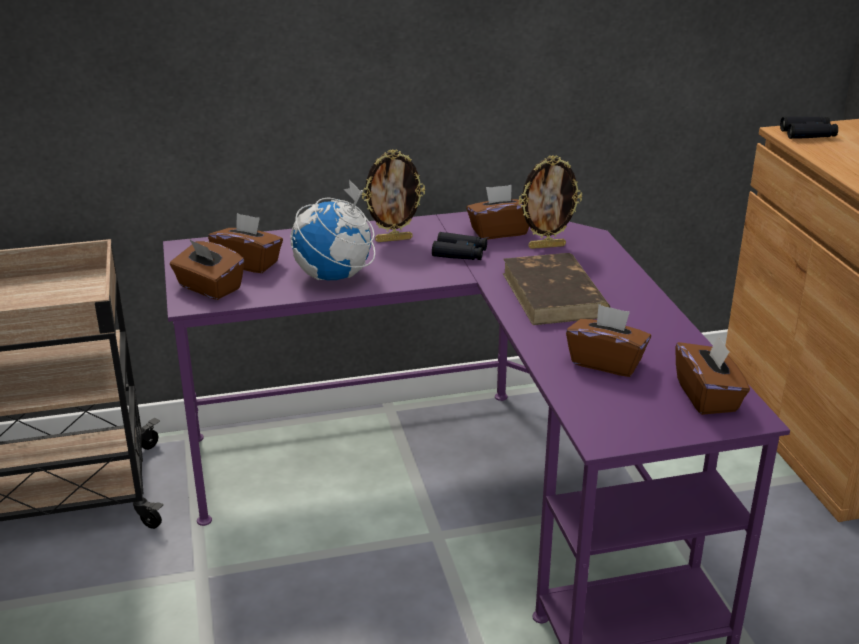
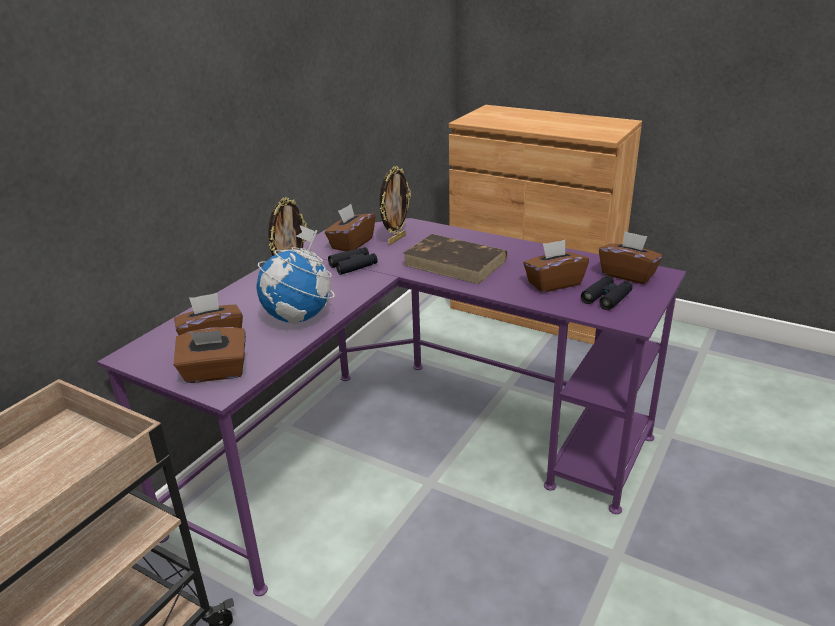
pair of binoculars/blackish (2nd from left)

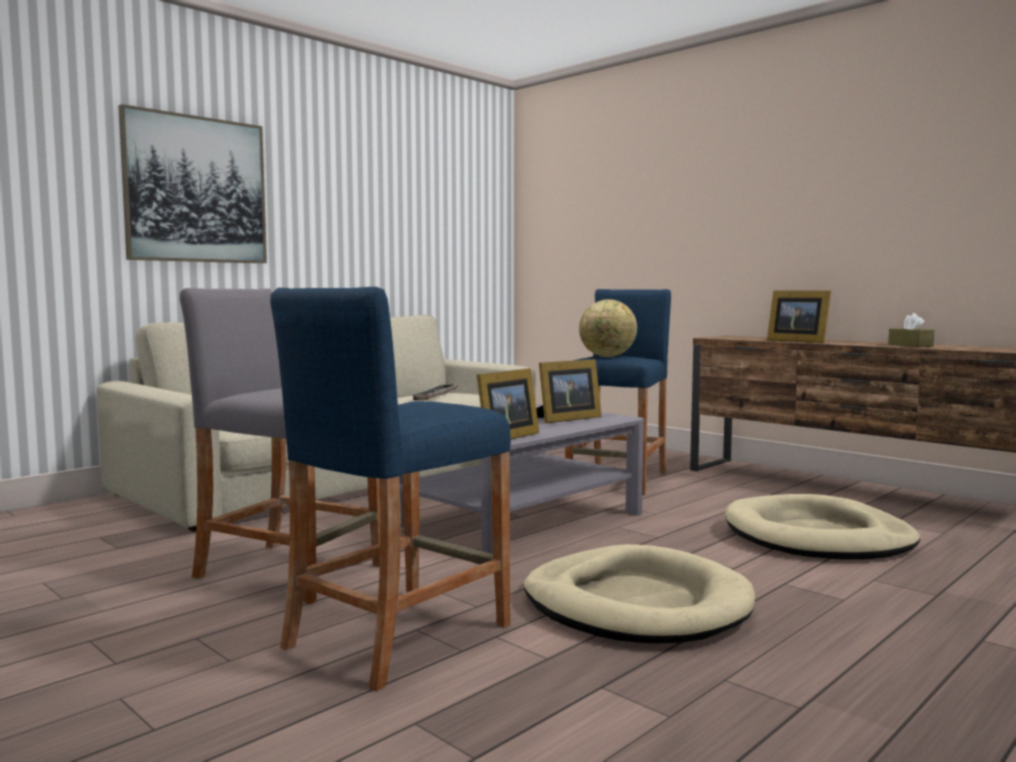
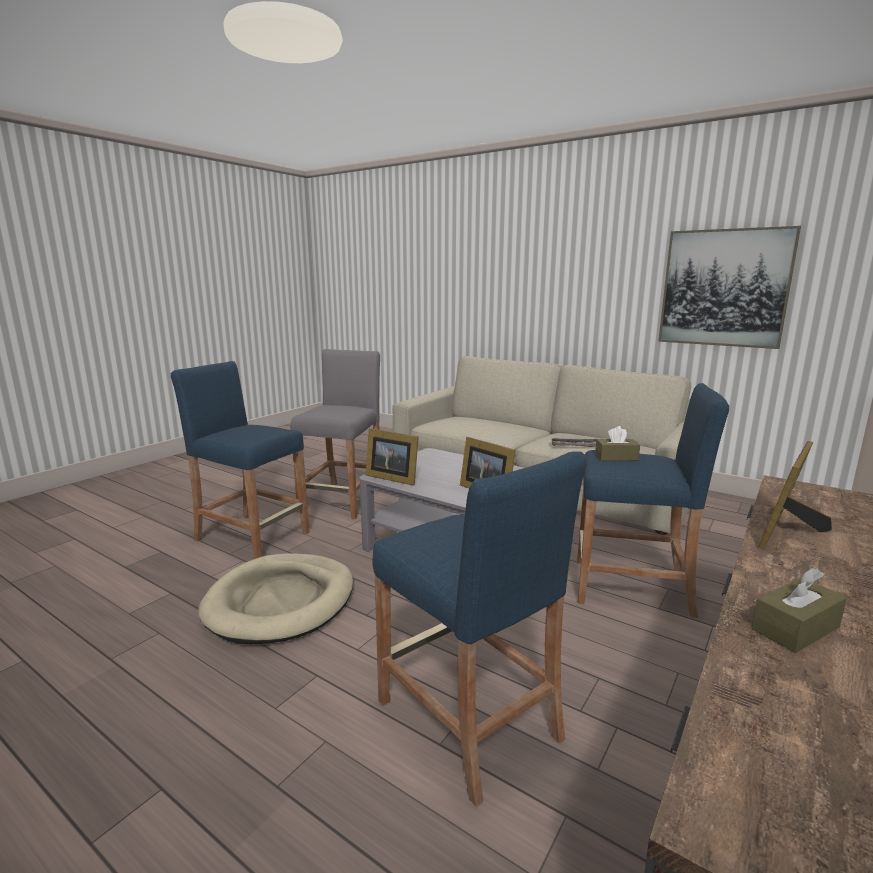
stool seat/blue (2nd from left); box of tissues/brown-coloured (1st from left); wall picture

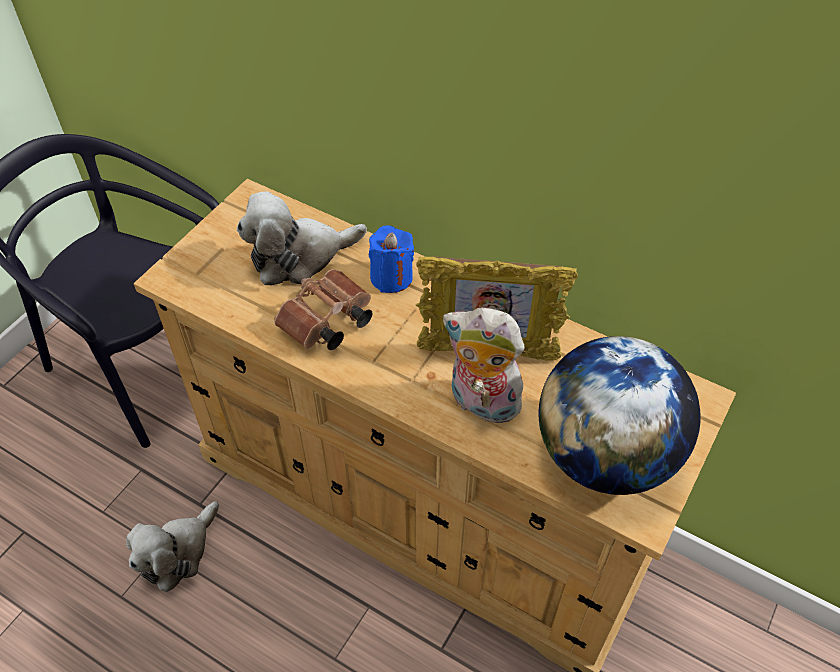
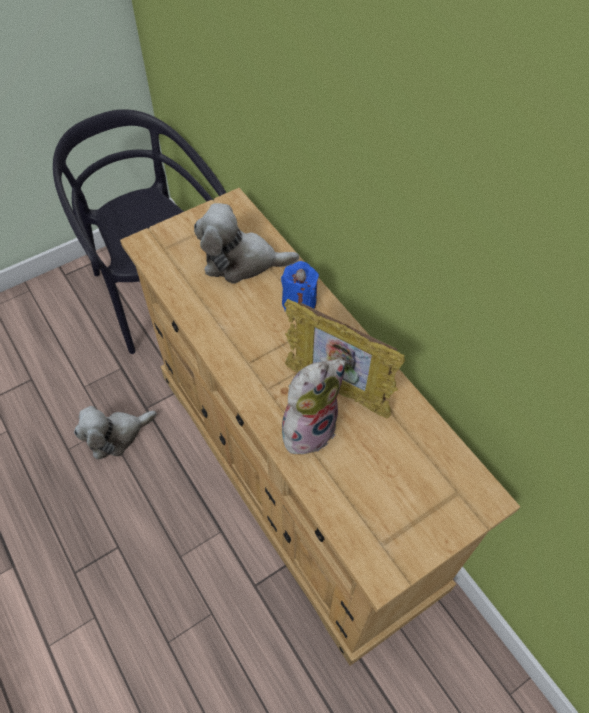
plush toy (3rd from left); pair of binoculars/brown-coloured; globe

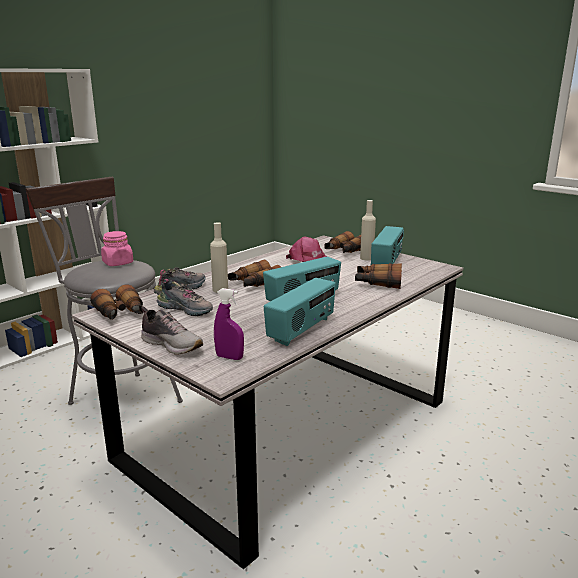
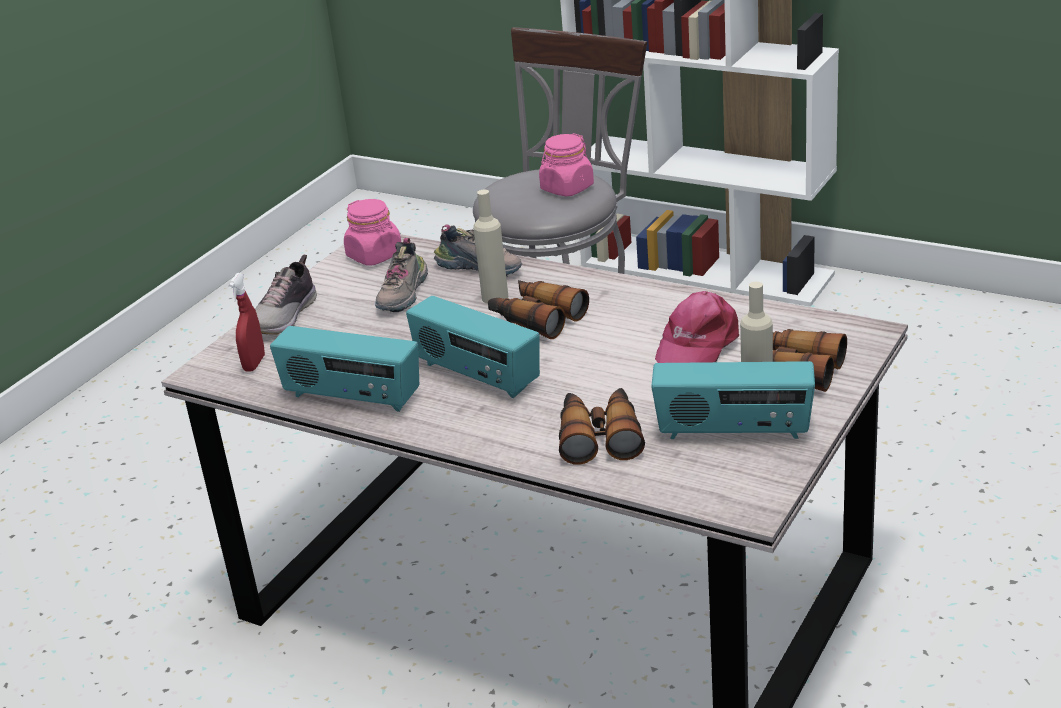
spray bottle/red-coloured; storage jar/pink (1st from left)

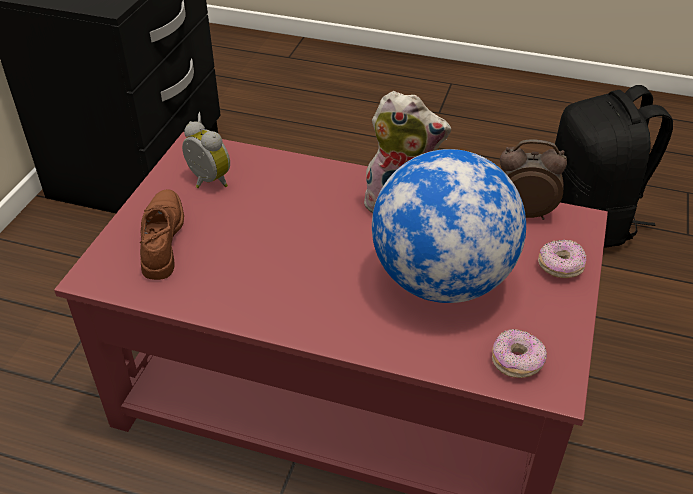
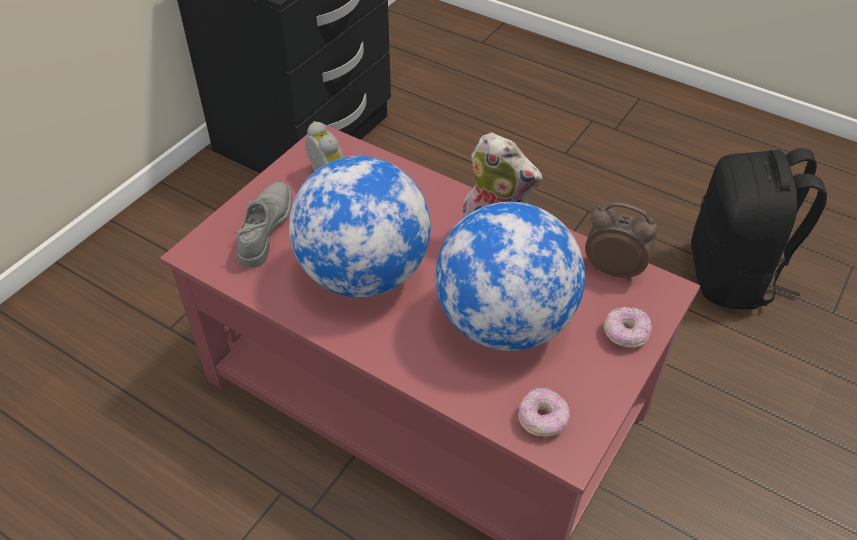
item of footwear/grey; globe (1st from left)

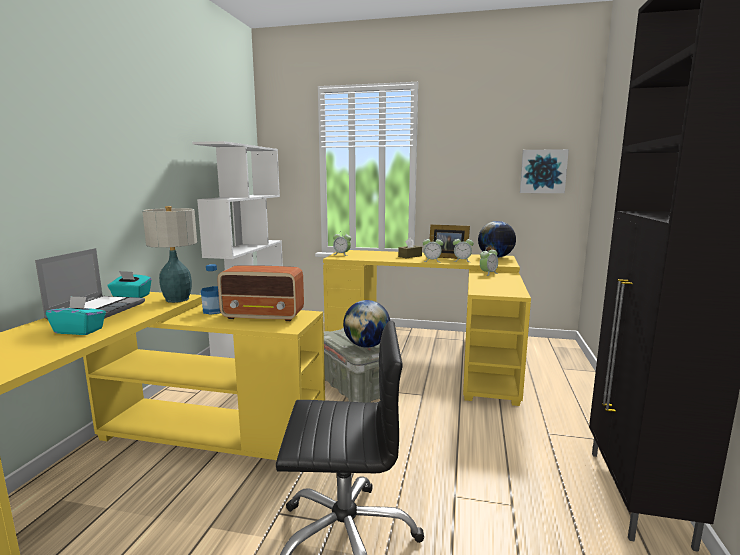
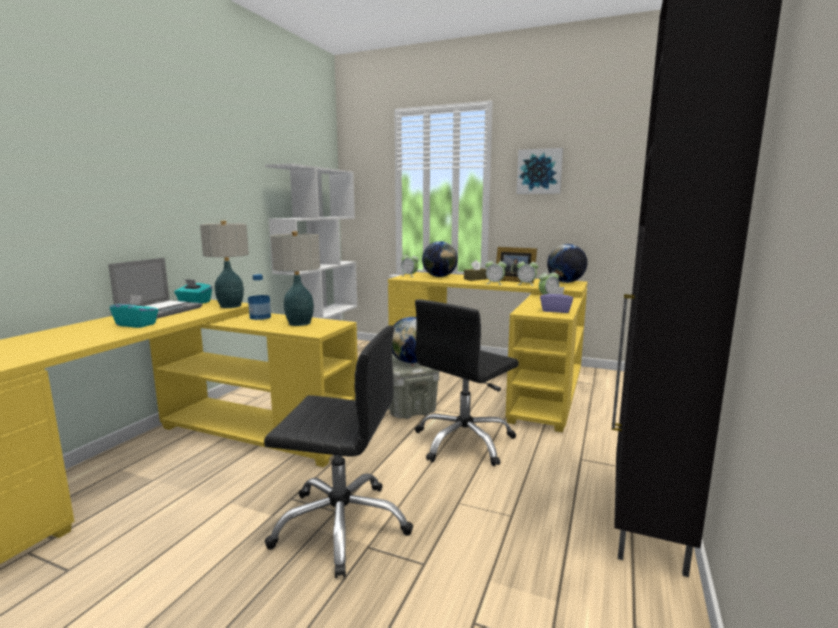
lamp for a table (2nd from left); computer chair/blackish (2nd from left); globe (2nd from left); wall picture; box of tissues/purplish

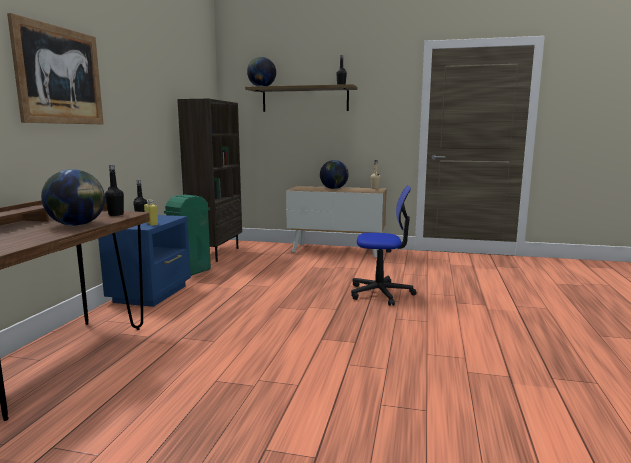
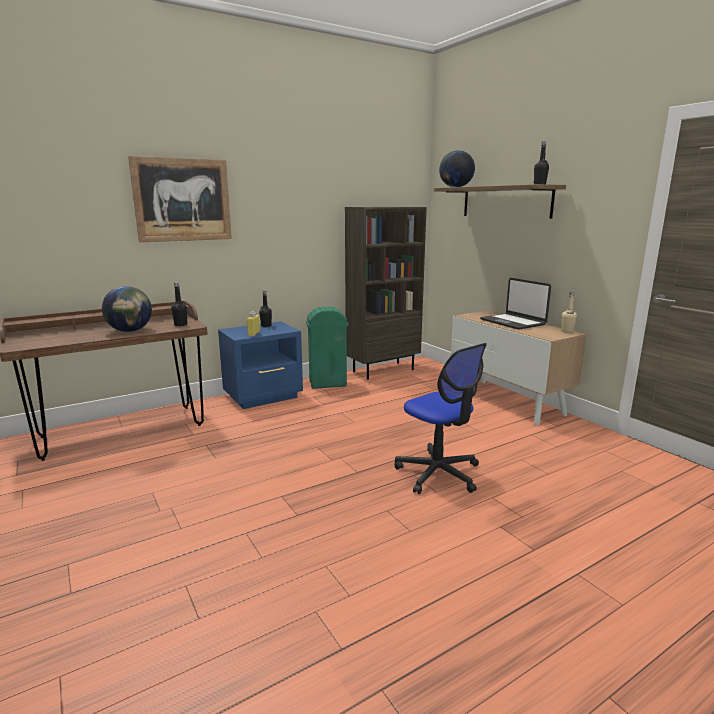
laptop

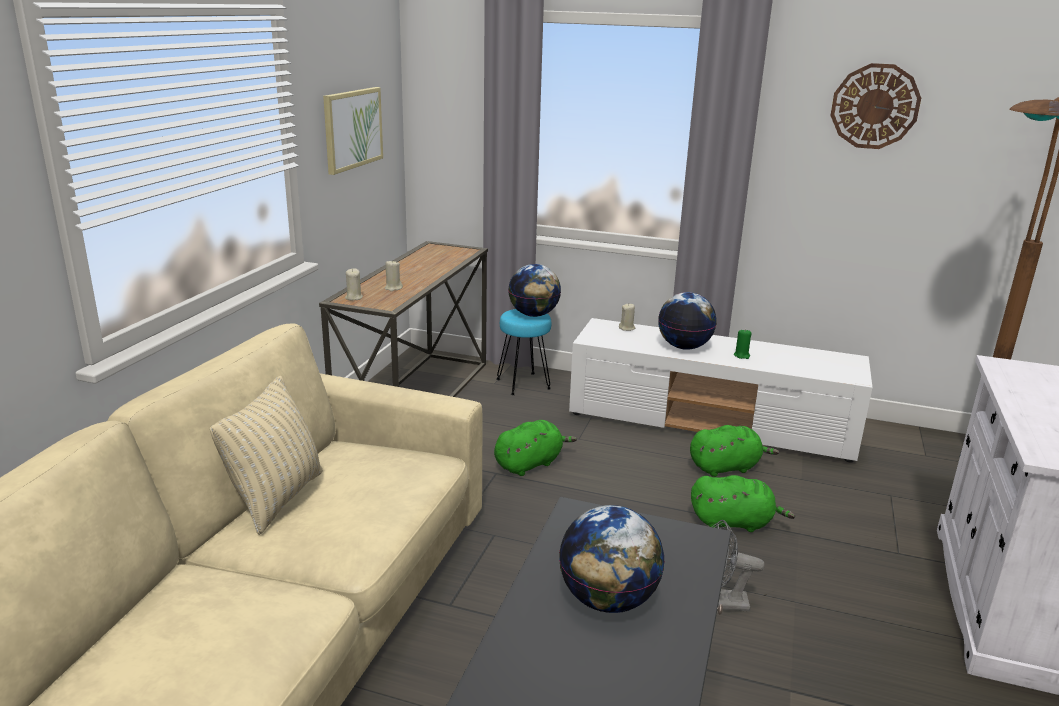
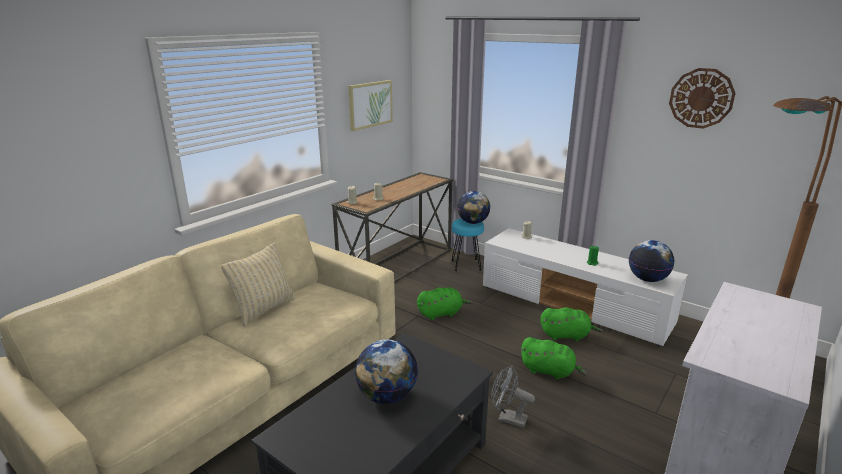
globe (3rd from left)

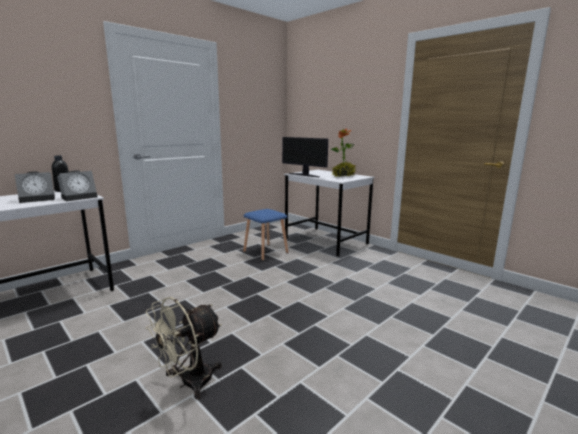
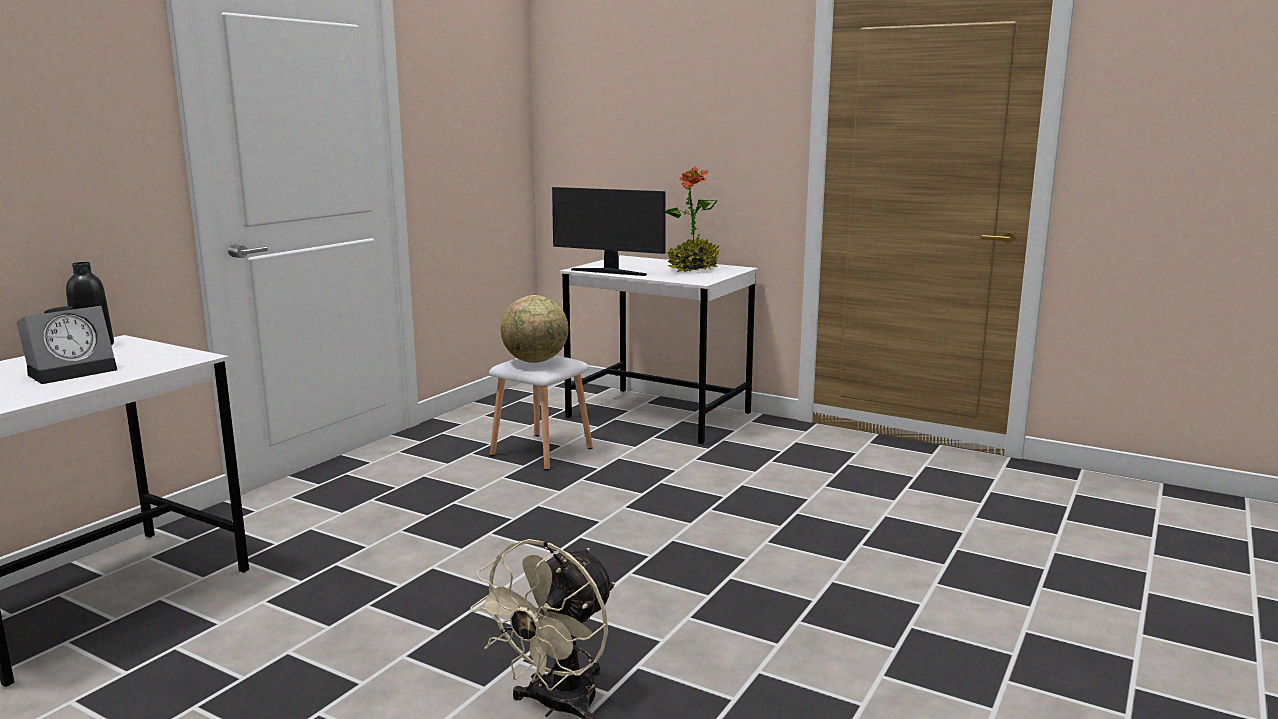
stool seat/white; globe; alarm clock (2nd from left in the first image)

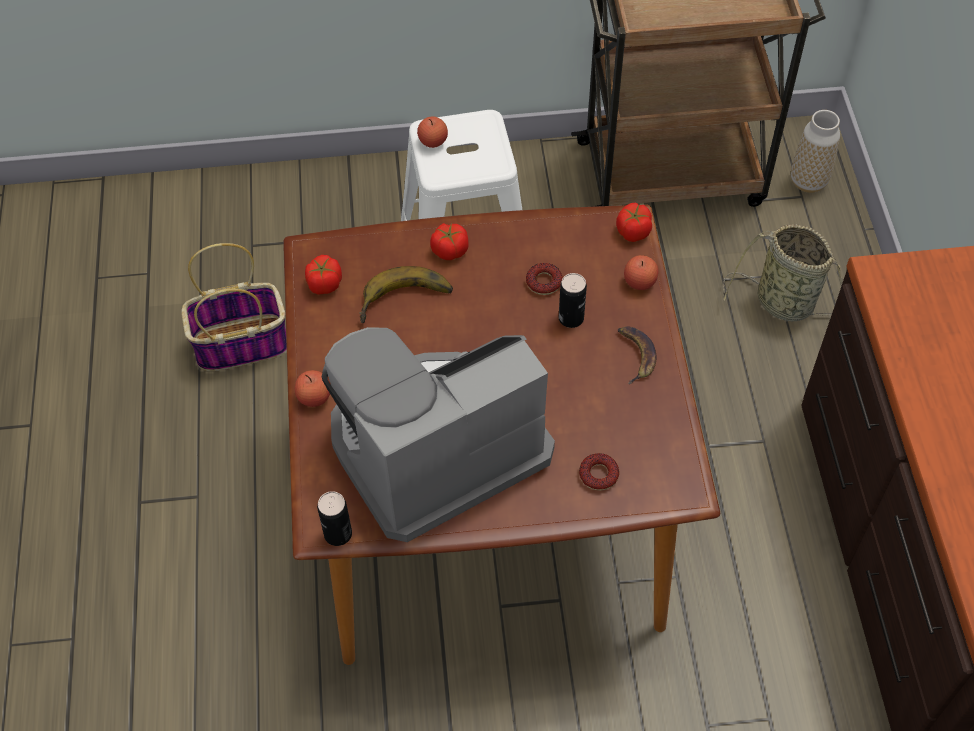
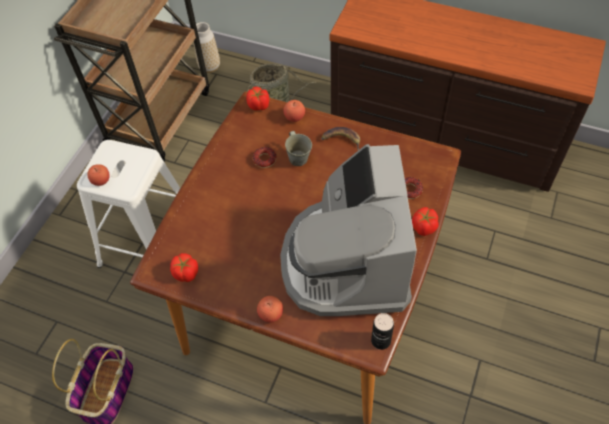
coffee mug/grey; whole tomato (3rd from left); banana fruit (1st from left in the first image)

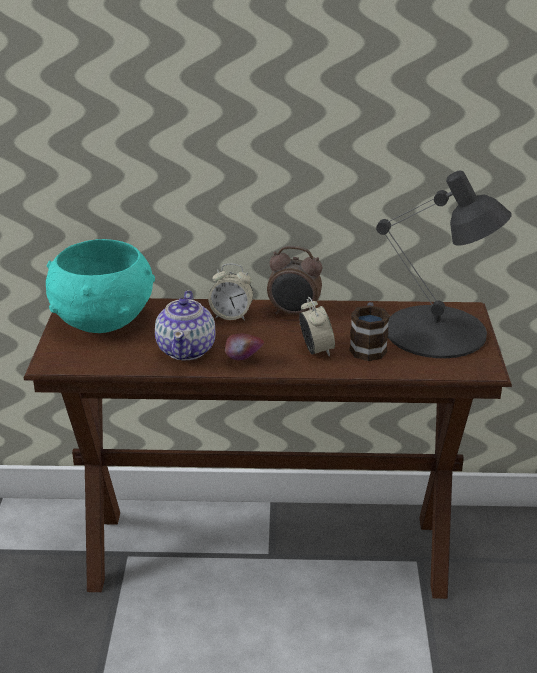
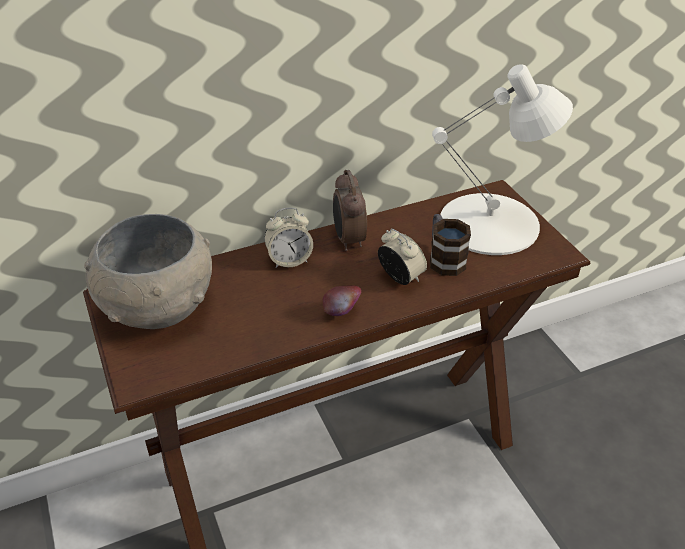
deep dish/grey; alarm clock (2nd from left); lamp for a table/white; pot for tea

